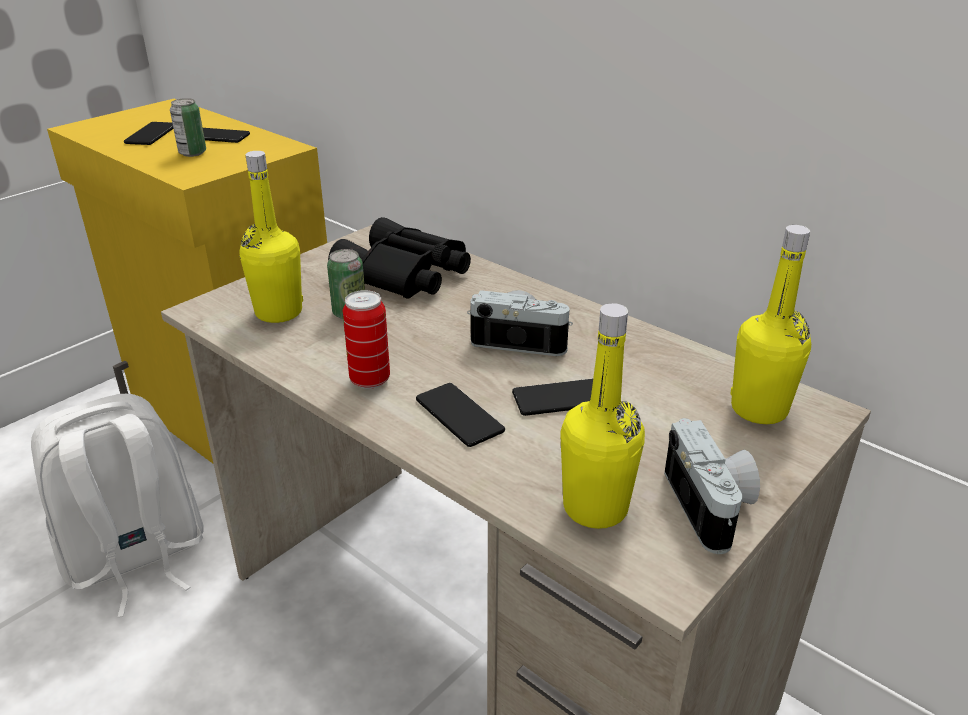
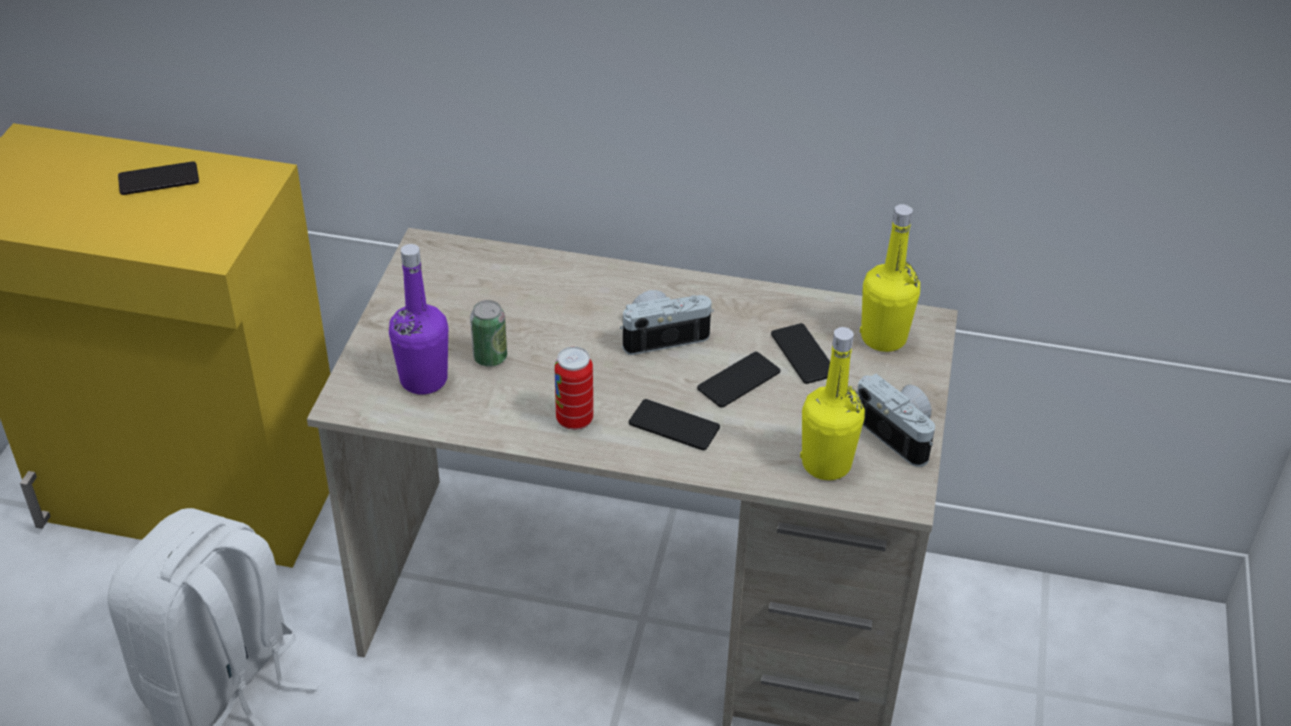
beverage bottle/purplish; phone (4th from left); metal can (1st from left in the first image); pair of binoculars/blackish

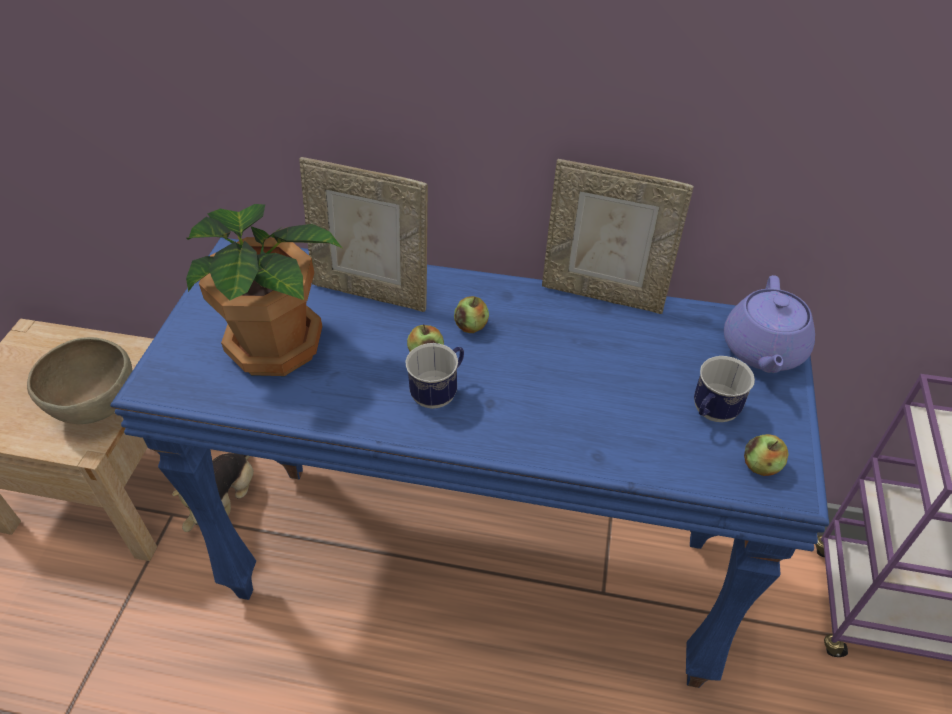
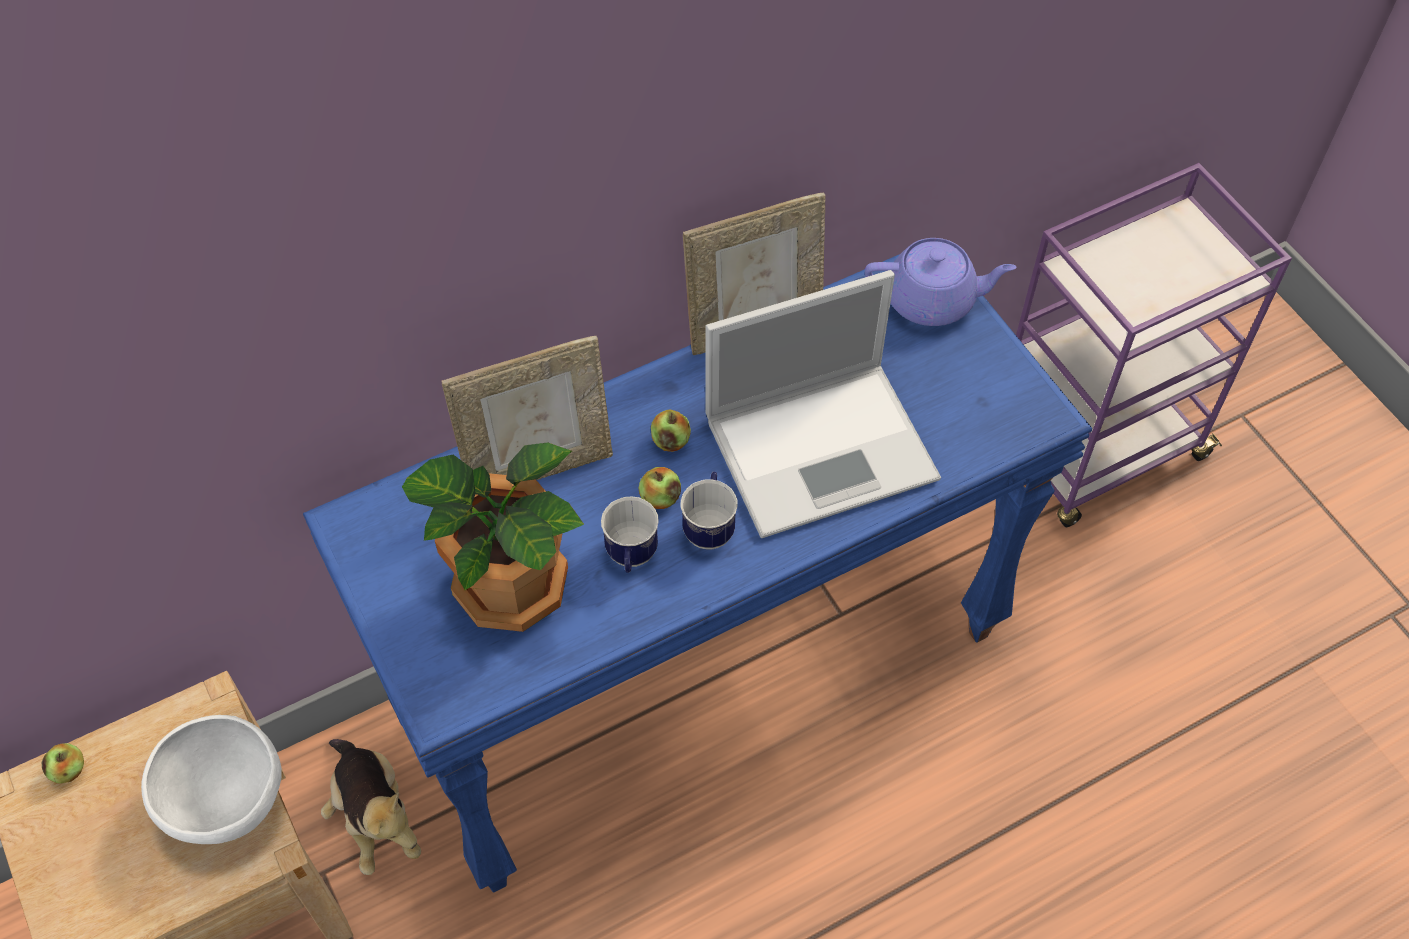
apple fruit (1st from left); deep dish/white; coffee mug (1st from left); laptop; pot for tea/purplish

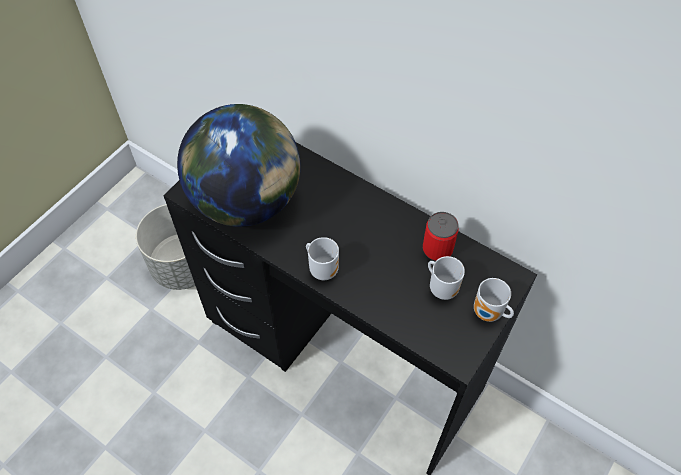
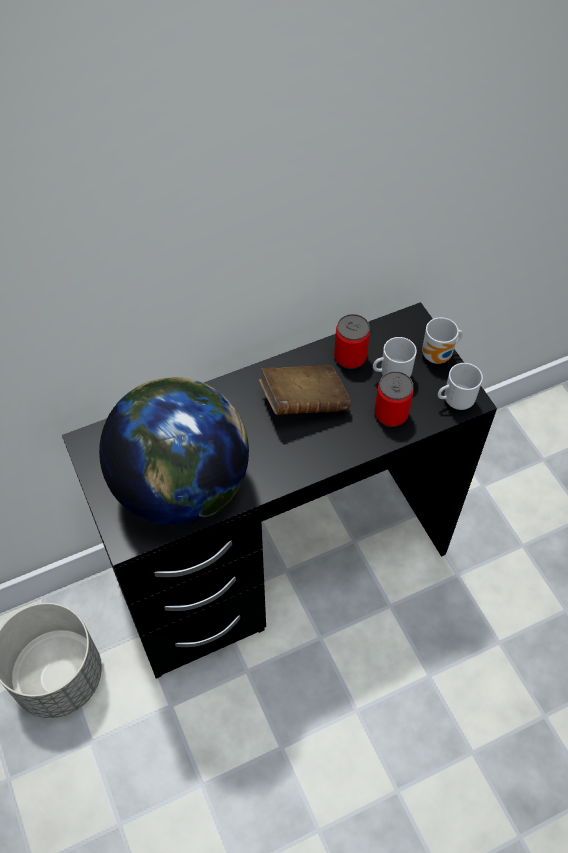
volume/brown-coloured; metal can (2nd from left); coffee mug (3rd from left)

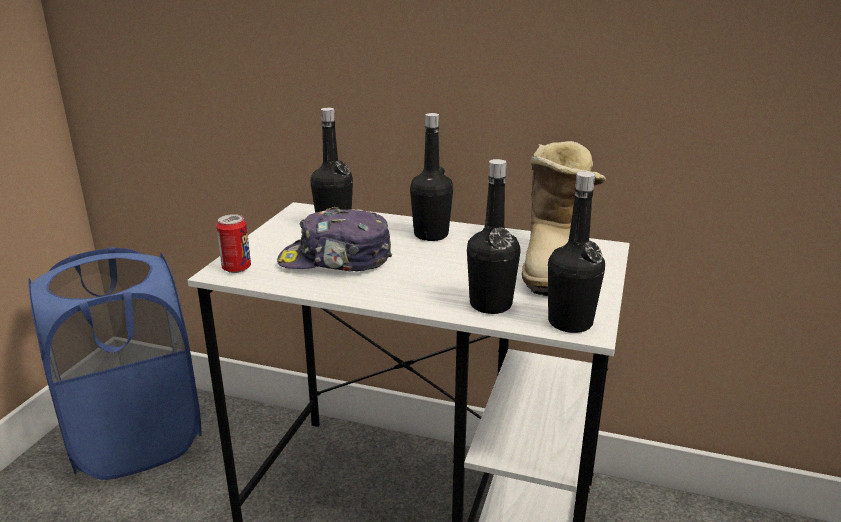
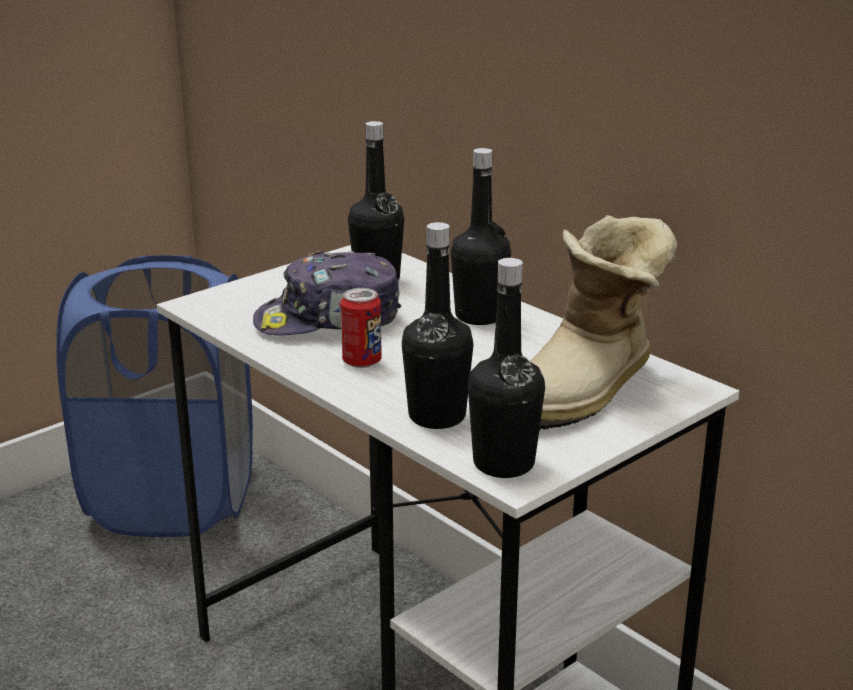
peaked cap; metal can

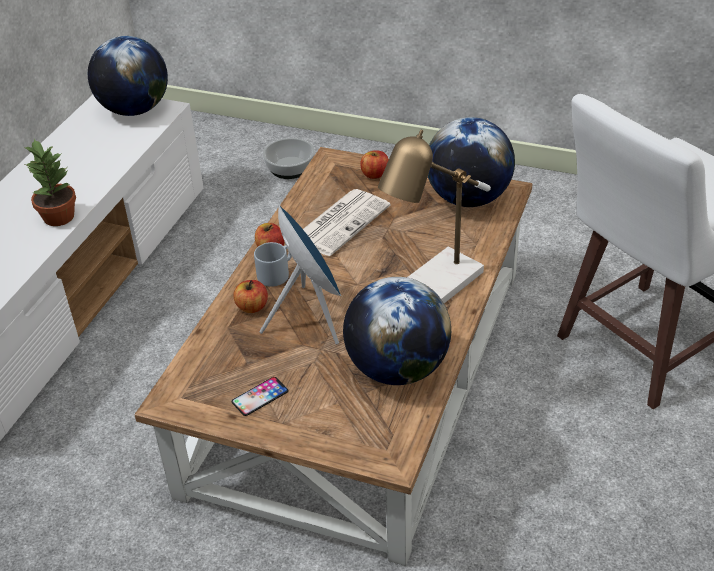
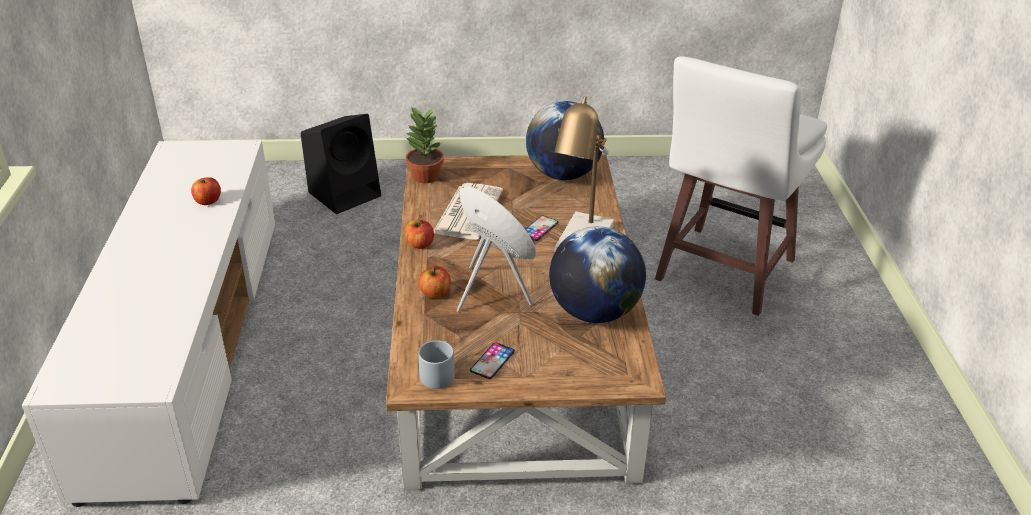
apple fruit (1st from left); speaker/blackish; houseplant; coffee mug/grey; phone (2nd from left); globe (1st from left in the first image)

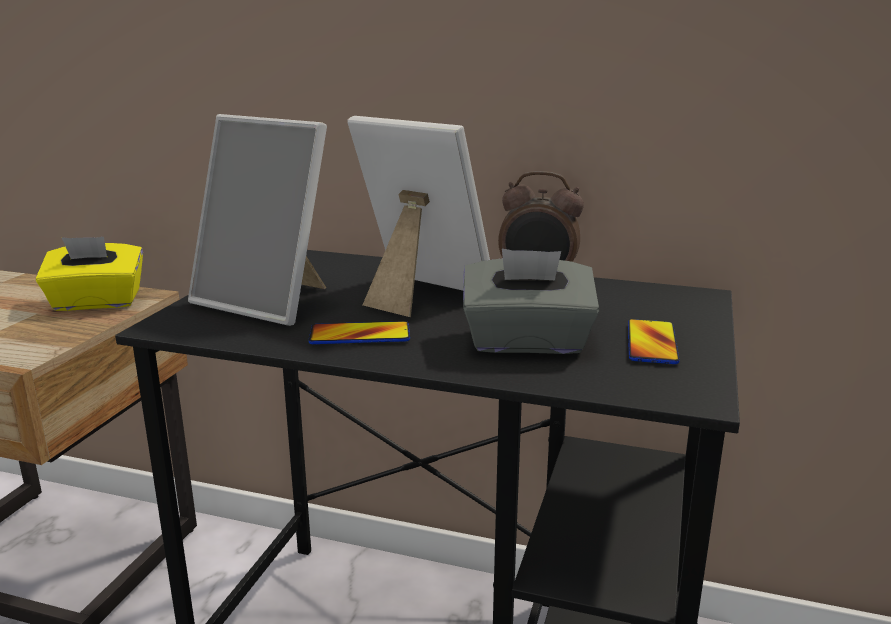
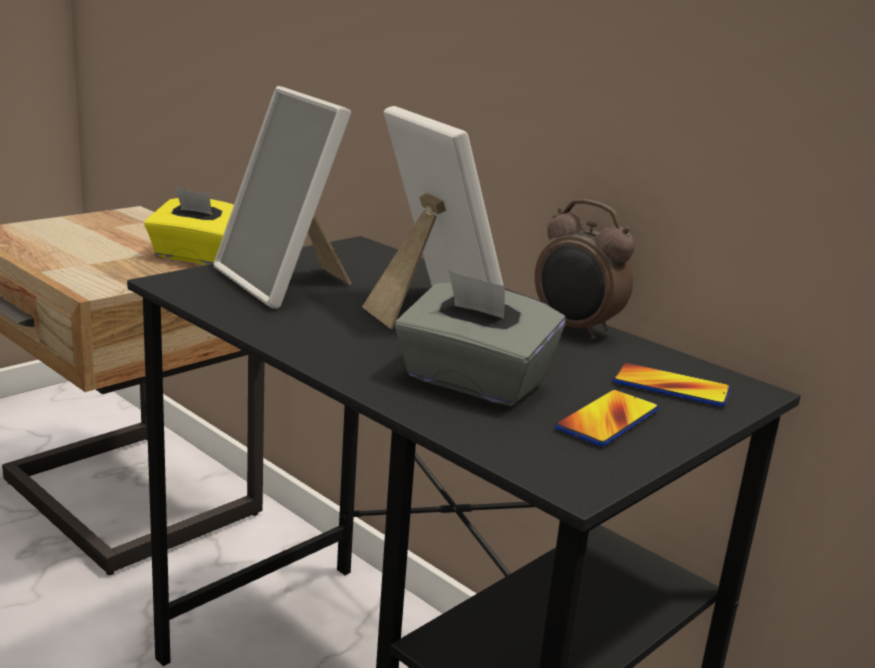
phone (2nd from left)

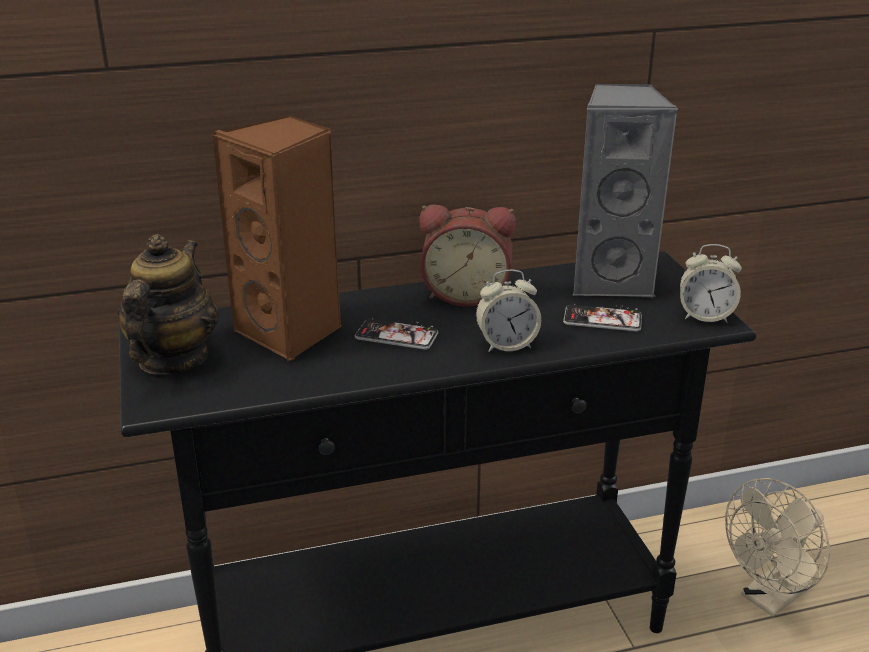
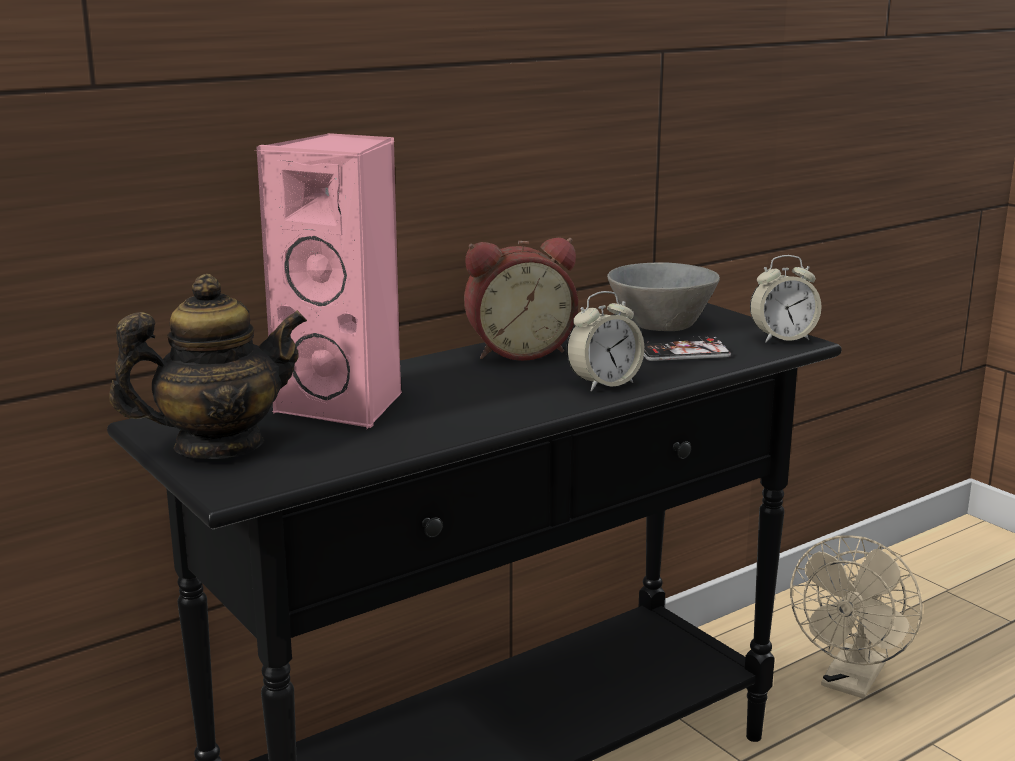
pot for tea; speaker/pink; deep dish/grey; phone (1st from left in the first image)

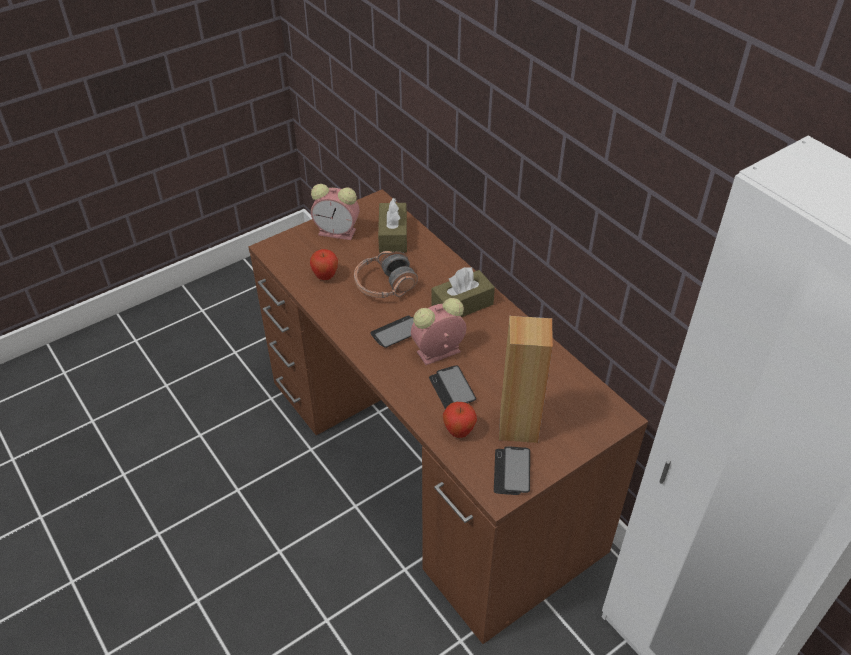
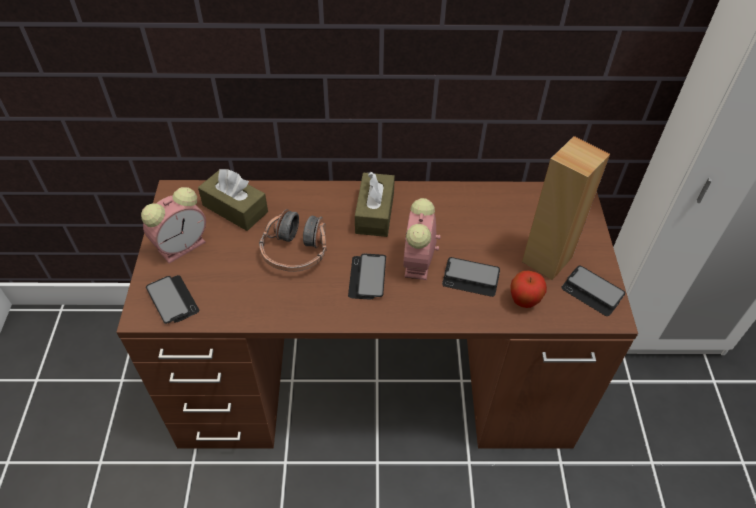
phone (1st from left); apple fruit (1st from left in the first image)

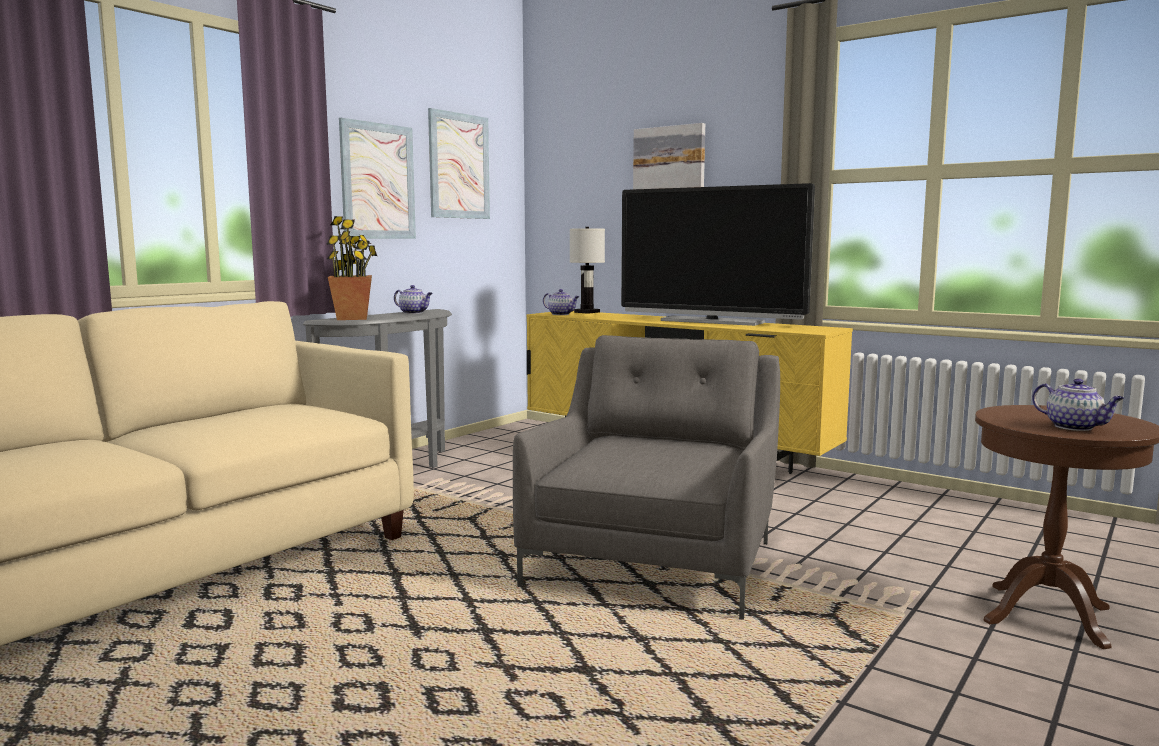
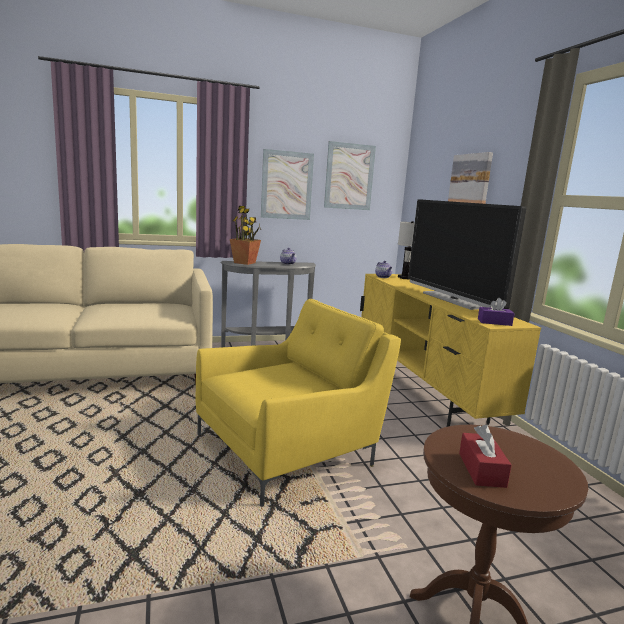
lounge chair/yellowish; box of tissues/red-coloured; box of tissues/purplish

